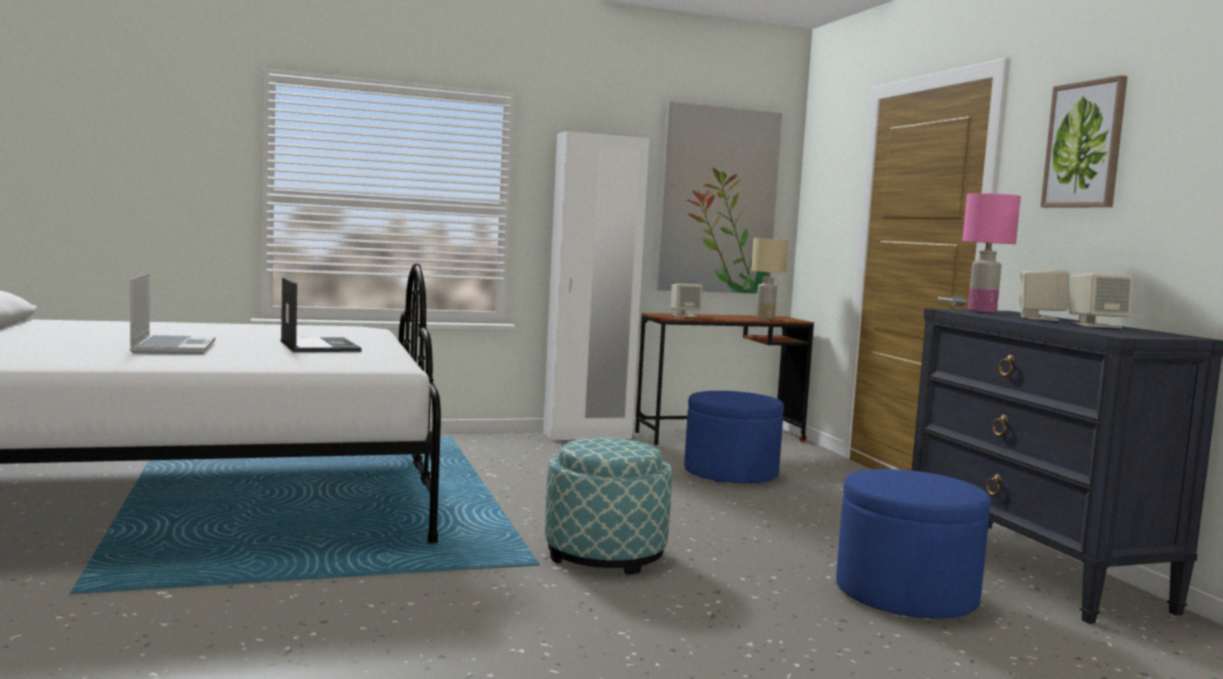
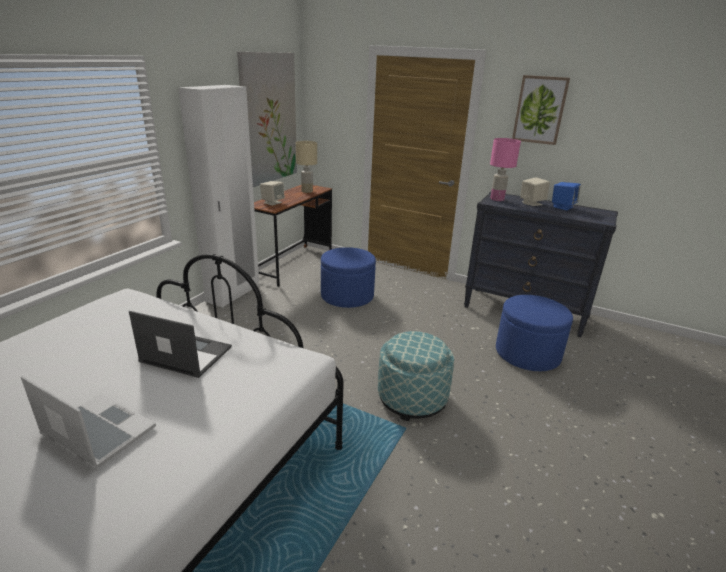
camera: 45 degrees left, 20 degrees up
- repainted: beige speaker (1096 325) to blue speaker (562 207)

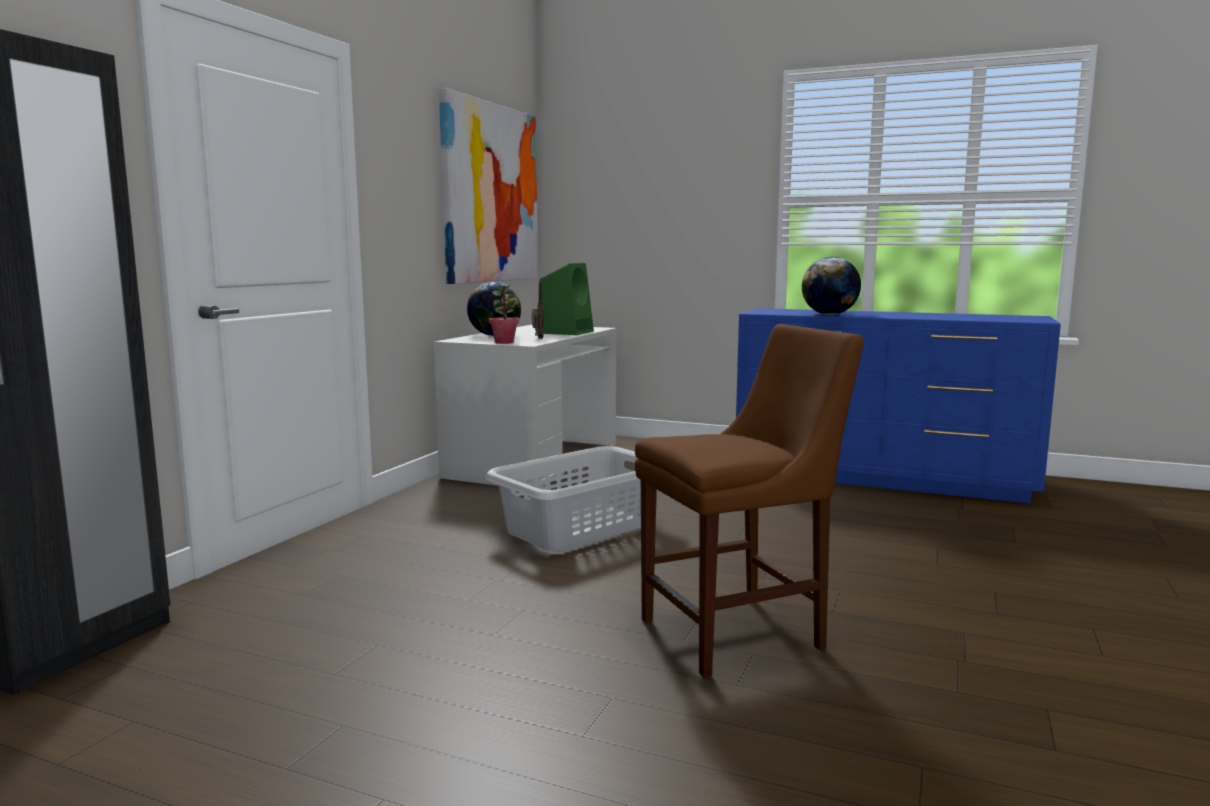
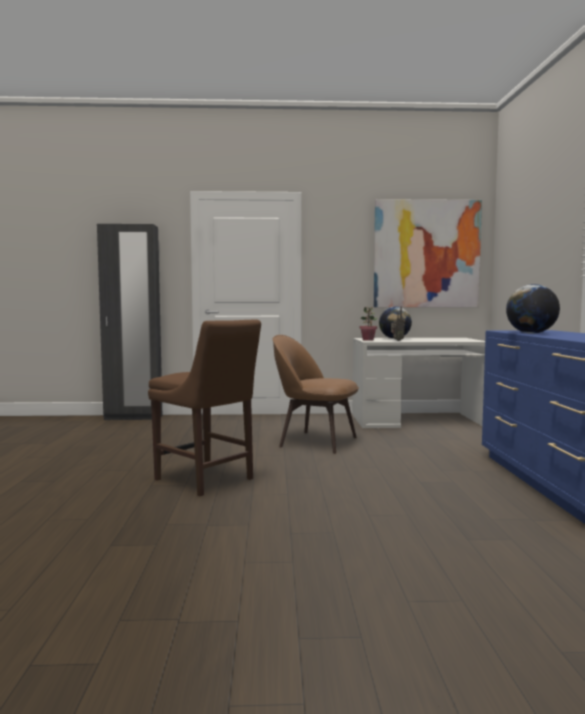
camera: 65 degrees right, 5 degrees down
- gone: green speaker (567 332)
- swapped: grey laundry basket (579 527) to brown chair (315 441)

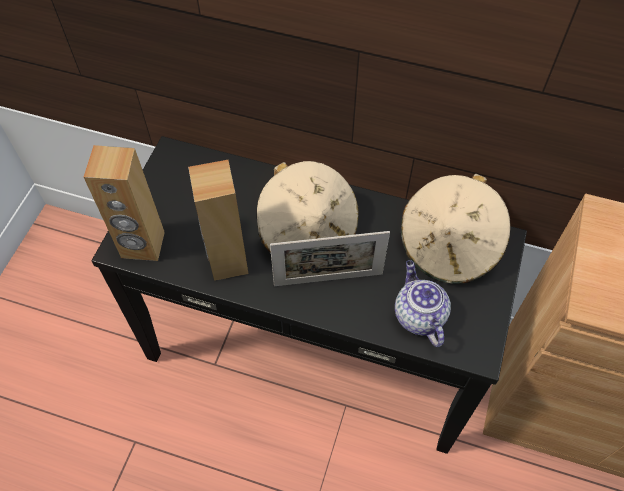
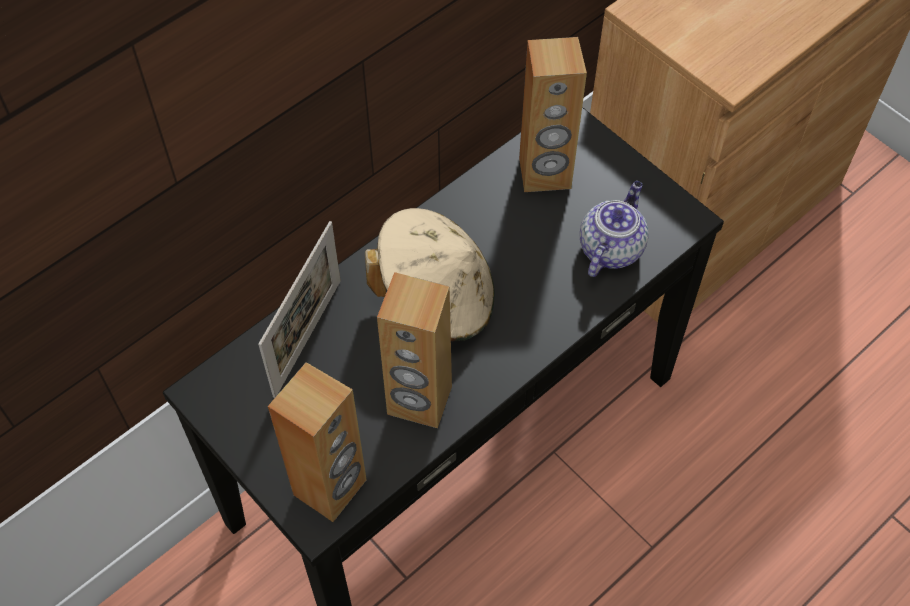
camera: 60 degrees left, 0 degrees up
- swapped: beige hat (449 246) to brown speaker (545 174)
- shifted: picture frame (328 279) to (307 337)
- rotated: teapot (418 315) = (610 247) 105 degrees clockwise

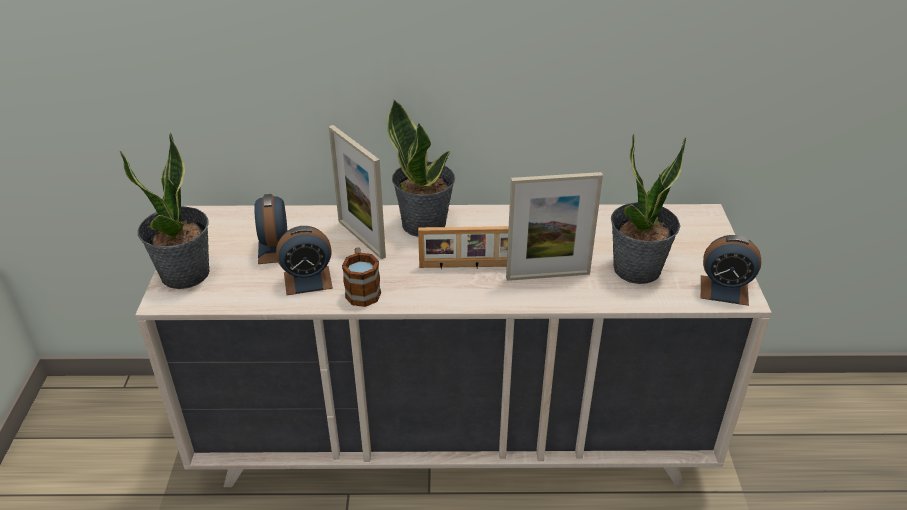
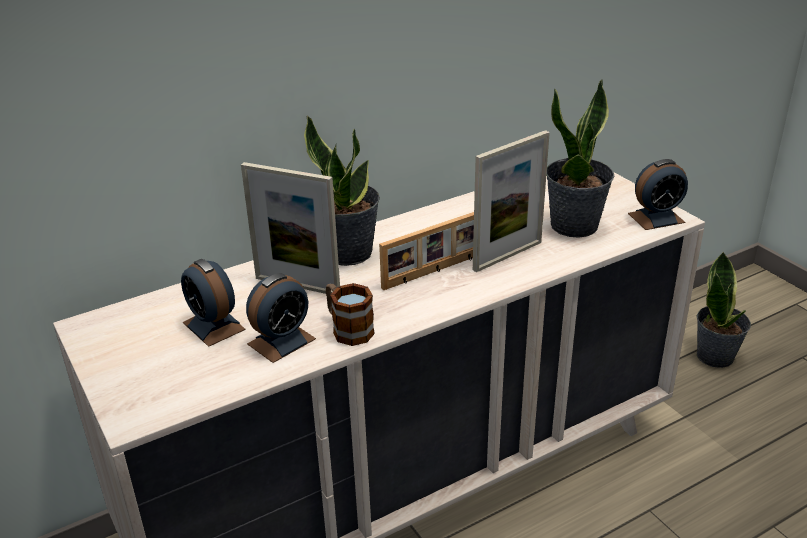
camera: 30 degrees left, 5 degrees down
- shifted: potted plant (186 274) to (715 356)

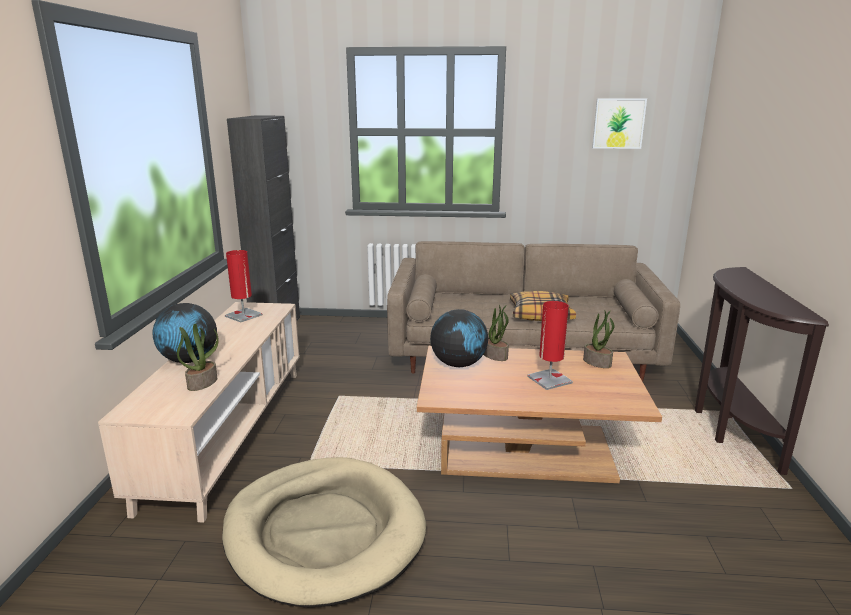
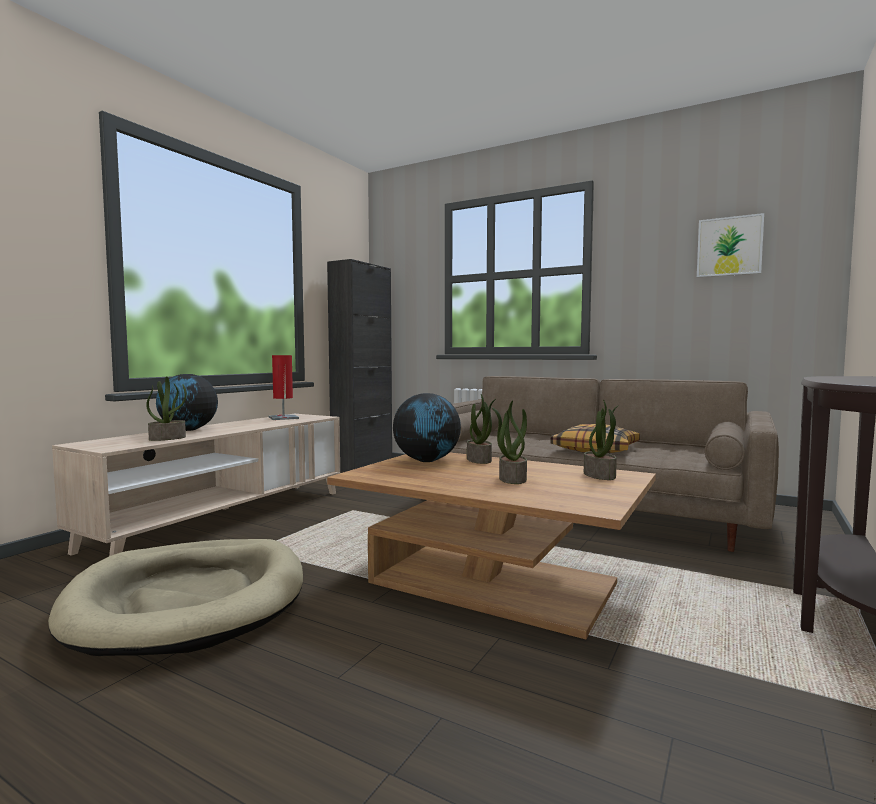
camera: 25 degrees right, 15 degrees down
- swapped: red table lamp (549 380) to potted plant (511 479)

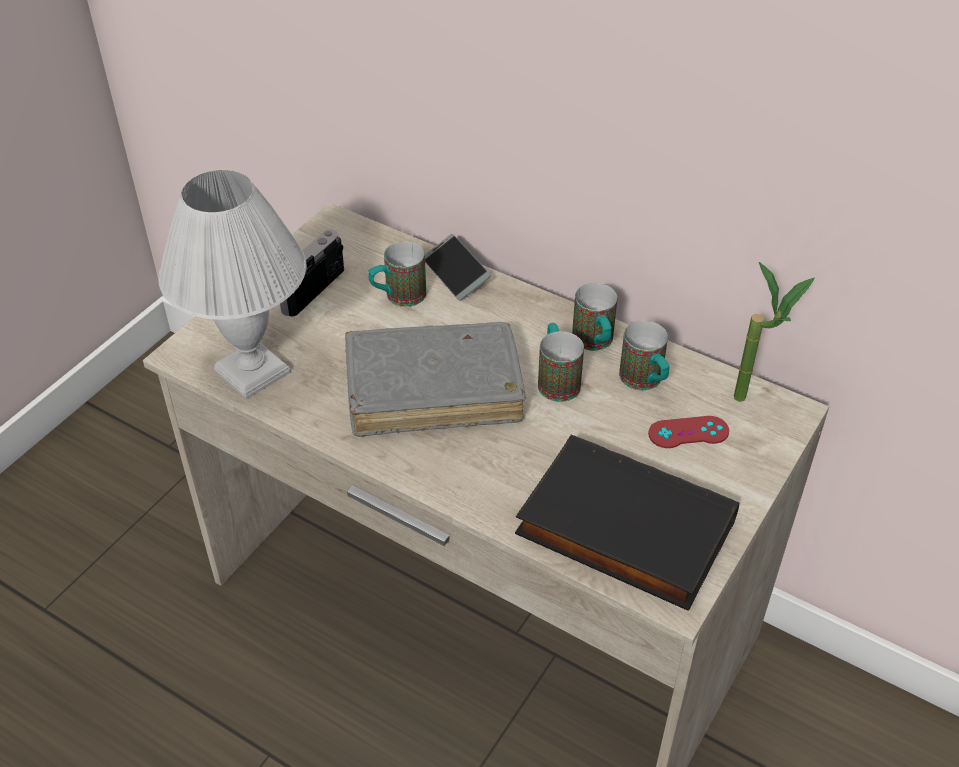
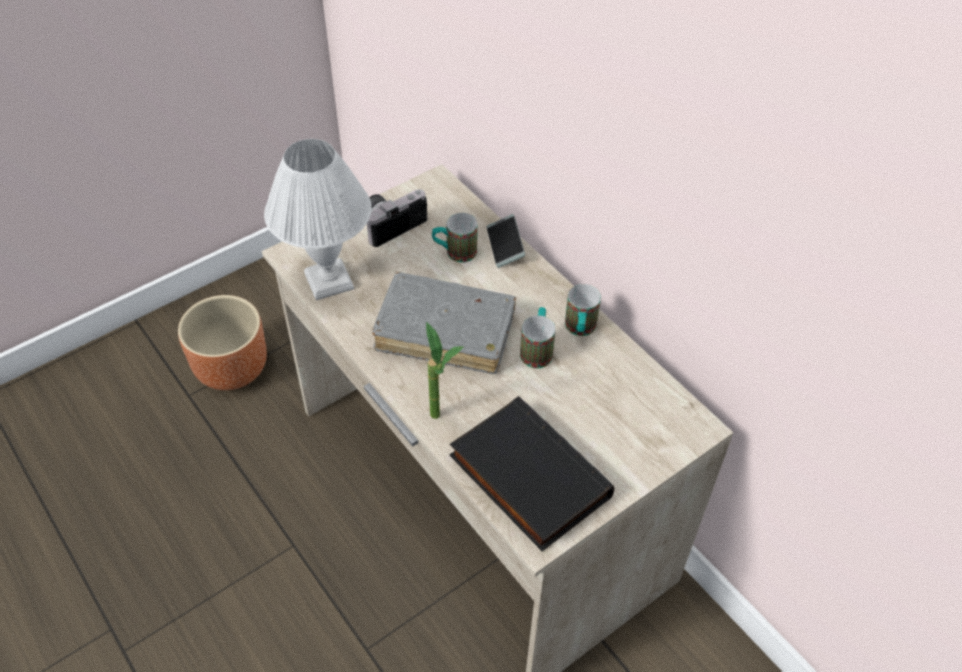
camera: 20 degrees right, 5 degrees up
- shifted: potted plant (752 400) to (442 420)
- gone: mug (645 382)
- gone: red game controller (688 432)
- new: brown planter (232 368)

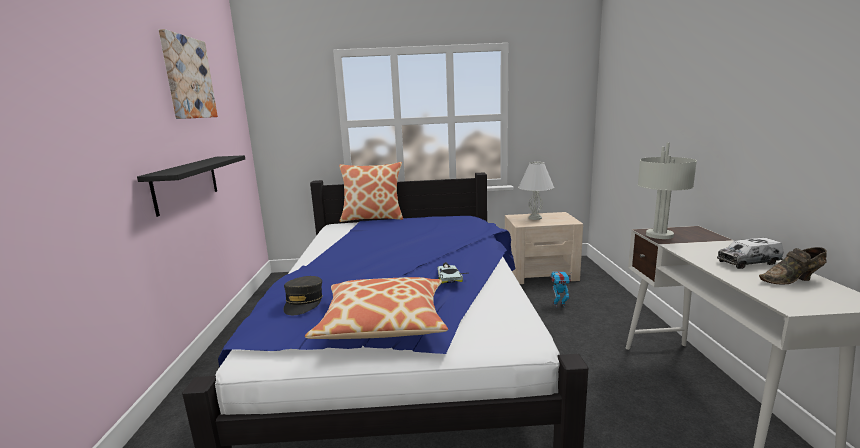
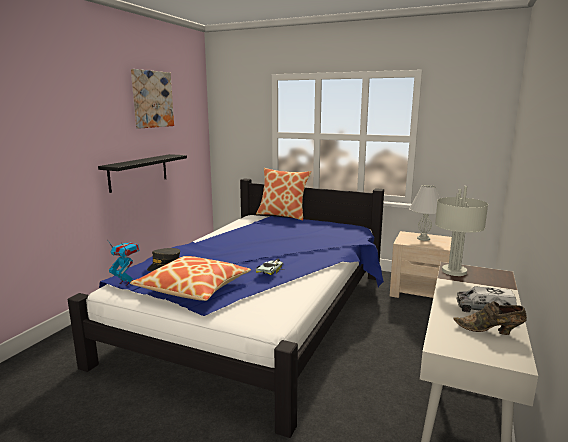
camera: 25 degrees right, 0 degrees up
- shifted: toy robot (559 305) to (127 282)

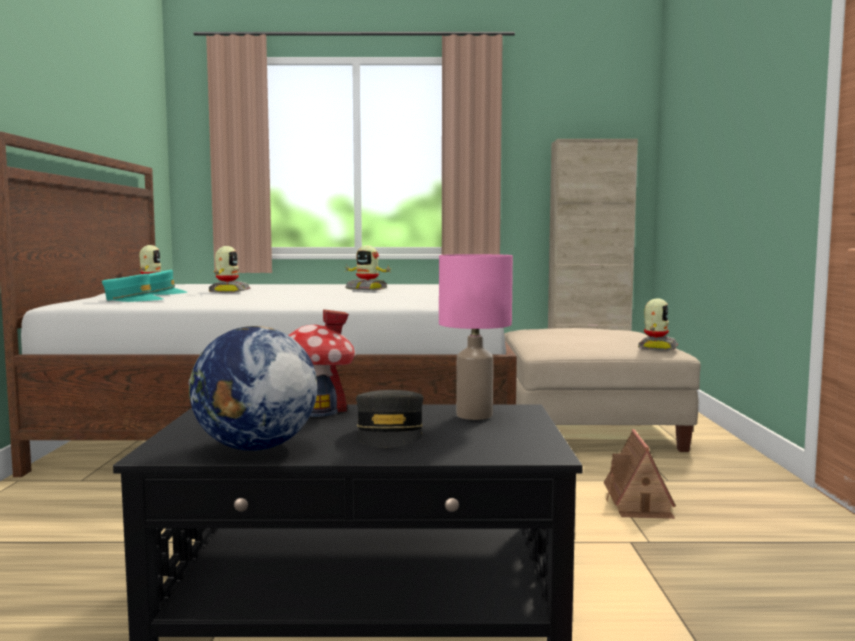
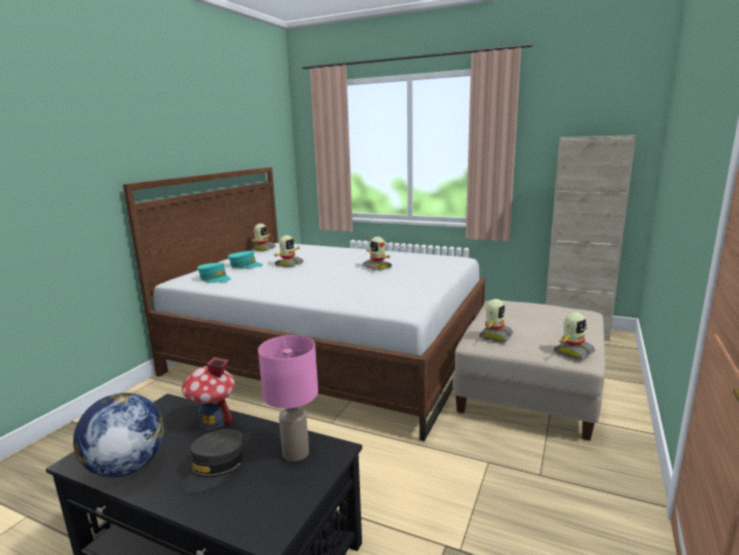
camera: 25 degrees right, 10 degrees up
- gone: toy house (639 503)
- new: toy robot (495 336)

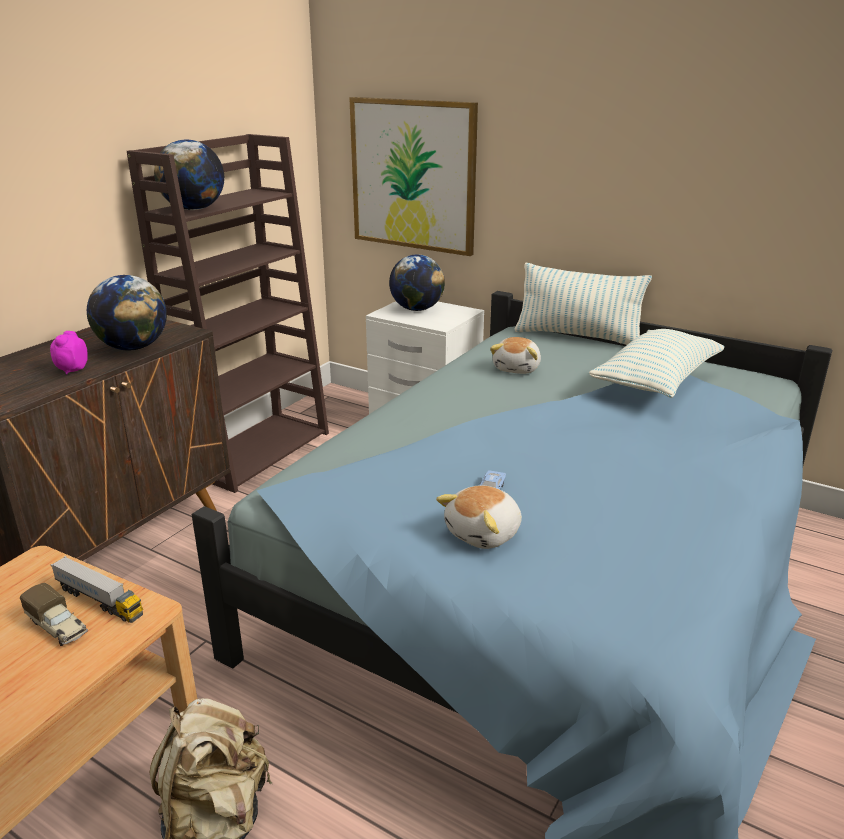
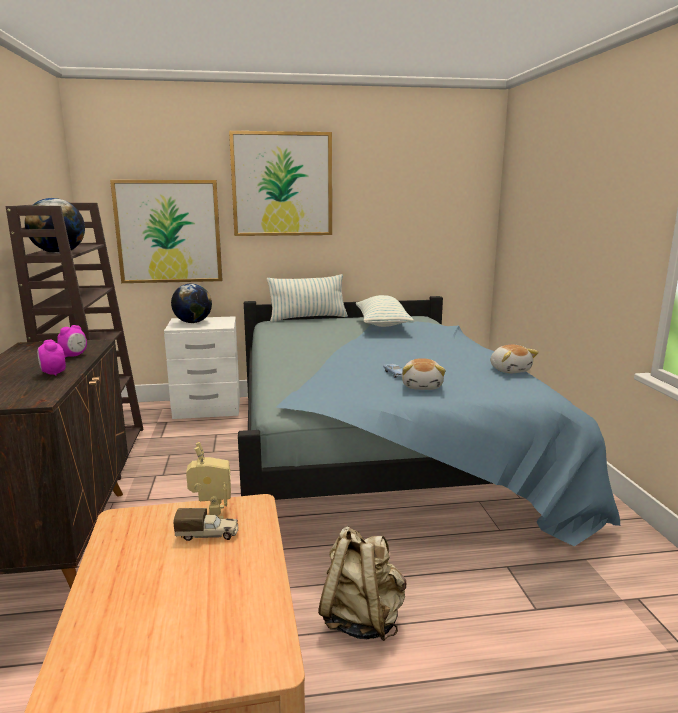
camera: 40 degrees left, 10 degrees down
- swapped: globe (133 347) to alarm clock (74 355)
- shifted: plush toy (517 368) to (510 370)
- swapped: toy truck (99 601) to toy robot (211 513)
- new: picture (282 184)

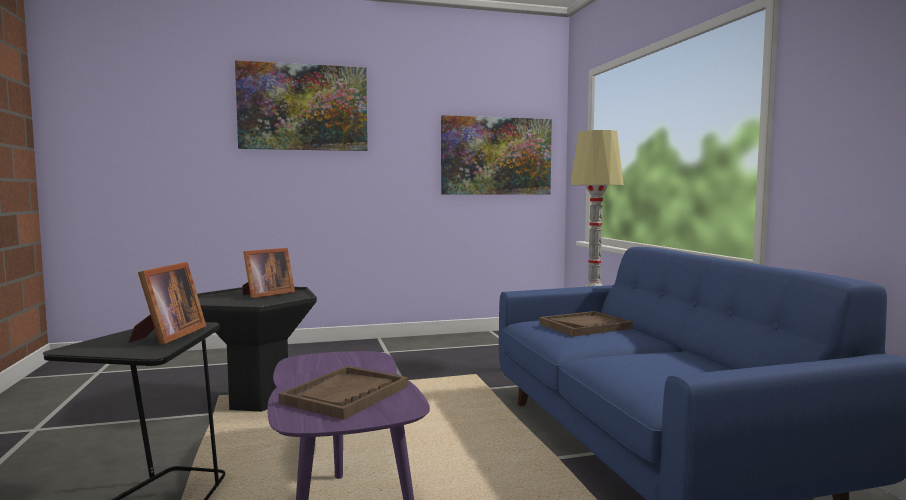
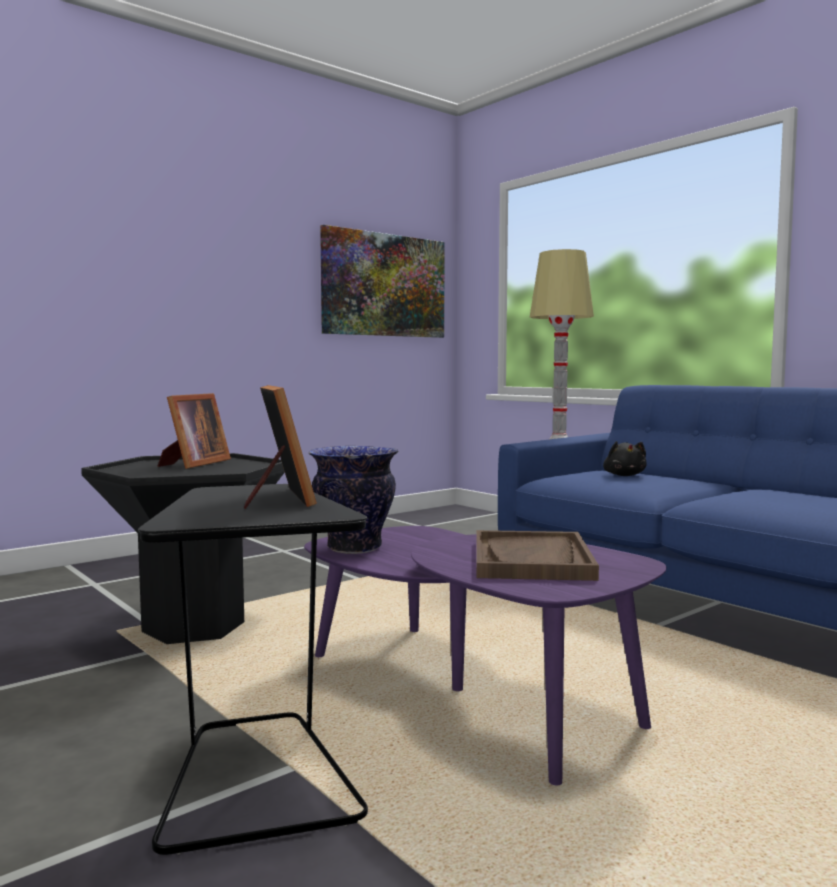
camera: 25 degrees left, 0 degrees up
- gone: picture (303 107)
- swapped: brown tray (585 326) to black plush toy (624 475)
- new: vase (353 548)

